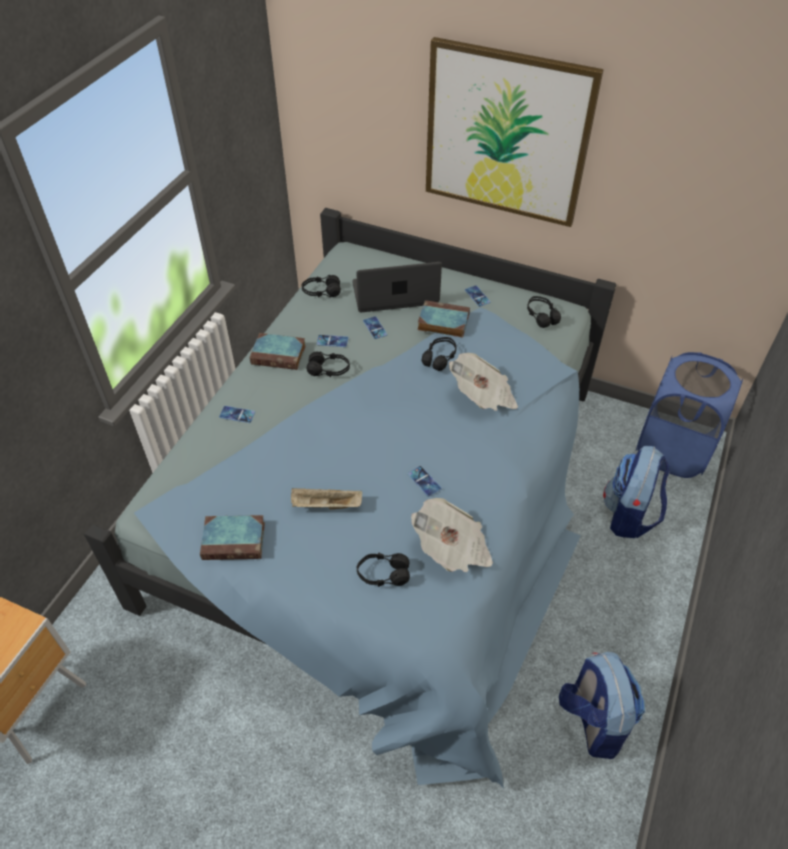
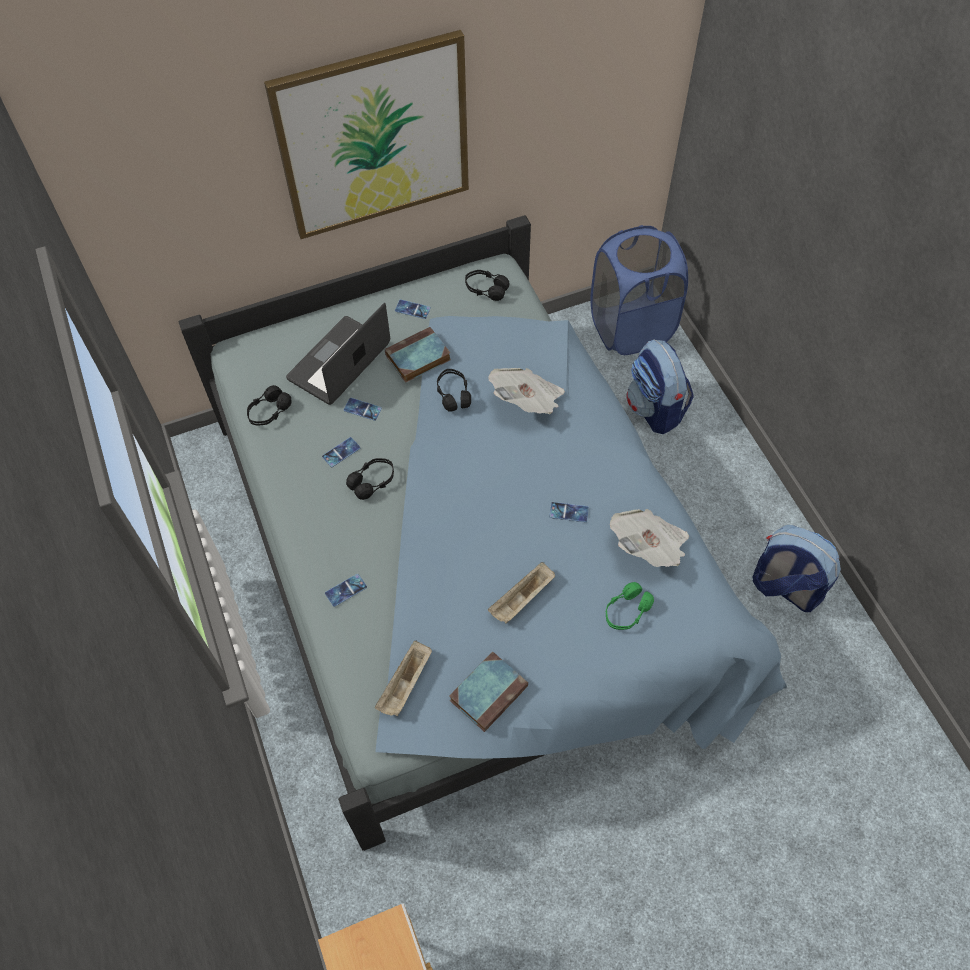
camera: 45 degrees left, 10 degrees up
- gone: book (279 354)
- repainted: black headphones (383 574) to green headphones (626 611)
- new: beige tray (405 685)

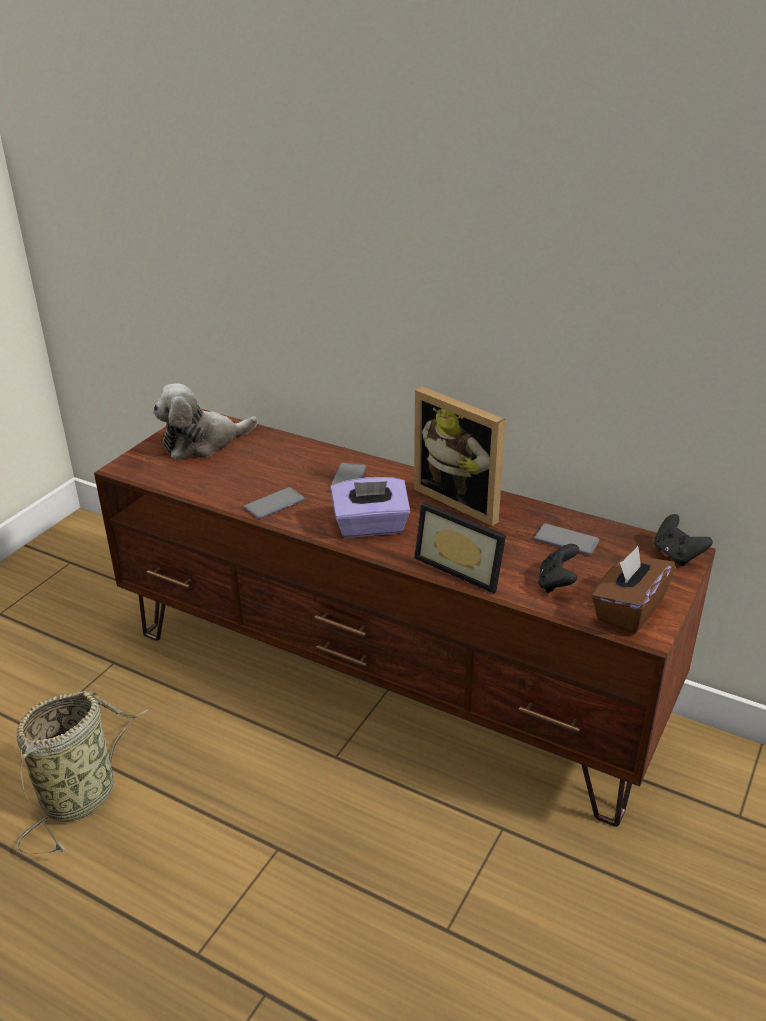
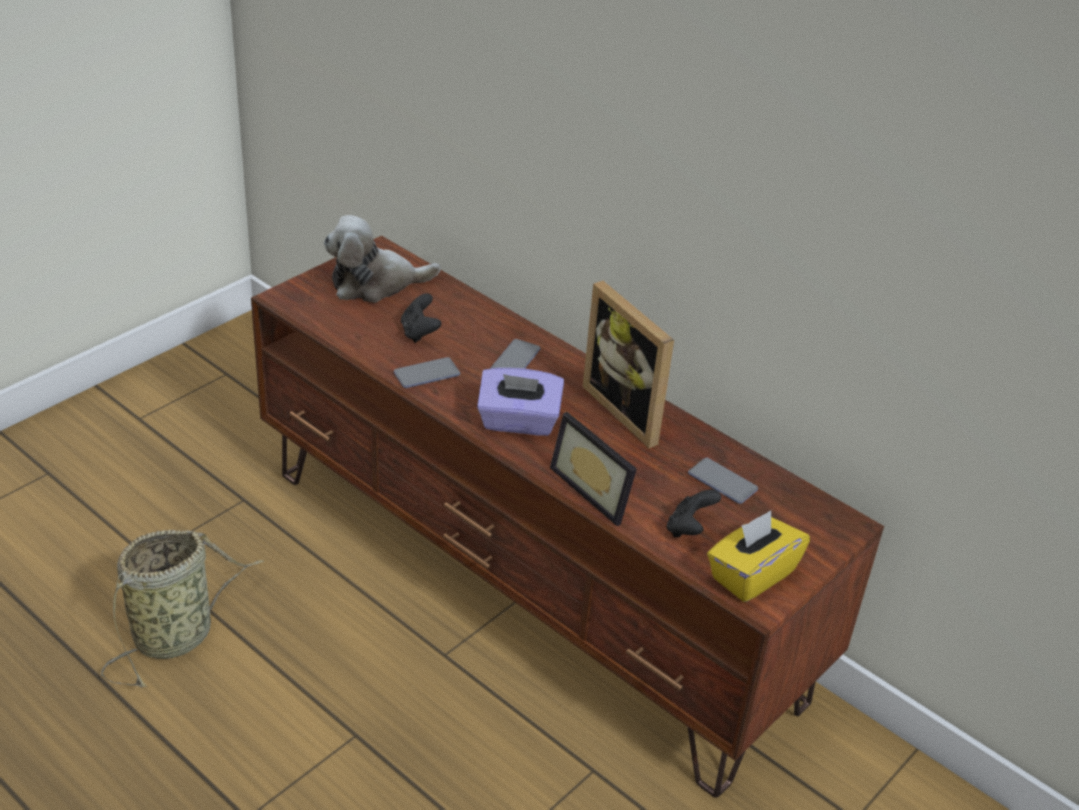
camera: 10 degrees right, 5 degrees up
- shifted: black game controller (677 555) to (419 332)
- repainted: brown tissue box (628 610) to yellow tissue box (751 575)

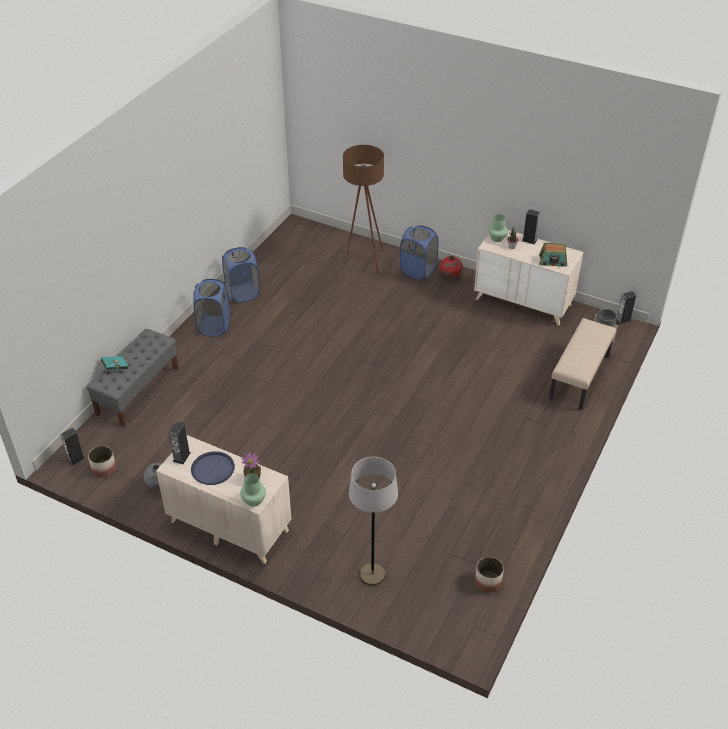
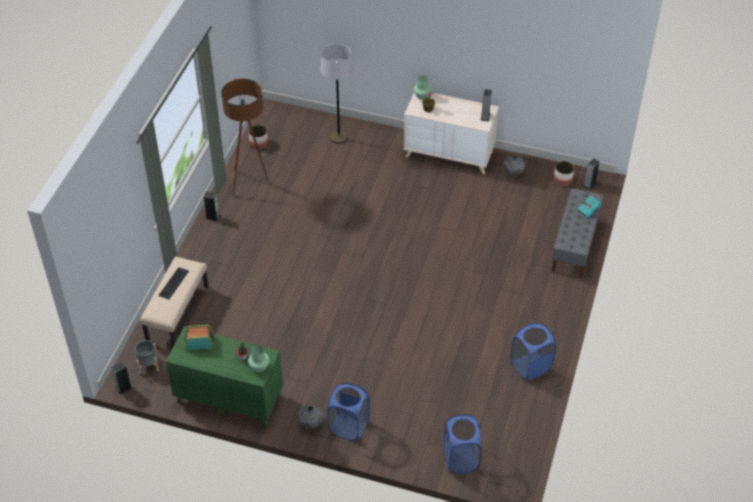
camera: 170 degrees right, 5 degrees up
- shifted: brown floor lamp (364 262) to (250 183)
- shifted: speaker (529 240) to (213 216)
- repainted: beige dresser (523 302) to green dresser (228 398)
- repainted: red vase (450 276) to grey vase (311 424)
- shifted: blue laundry basket (214 326) to (461 459)
- gone: blue tray (213 469)
- new: keyboard (174 283)

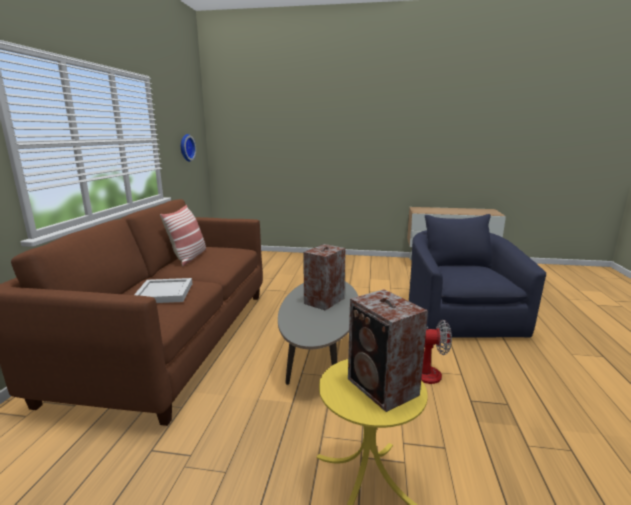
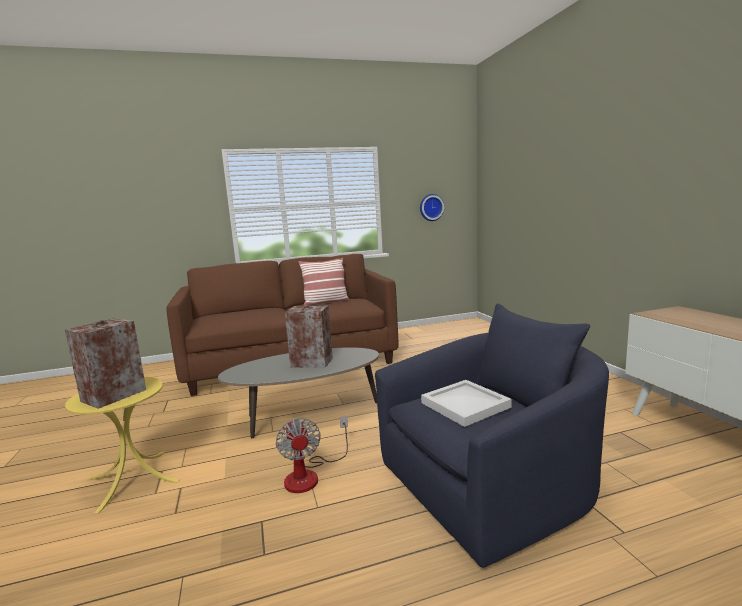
camera: 65 degrees right, 5 degrees down
- shifted: white tray (165 293) to (465 405)

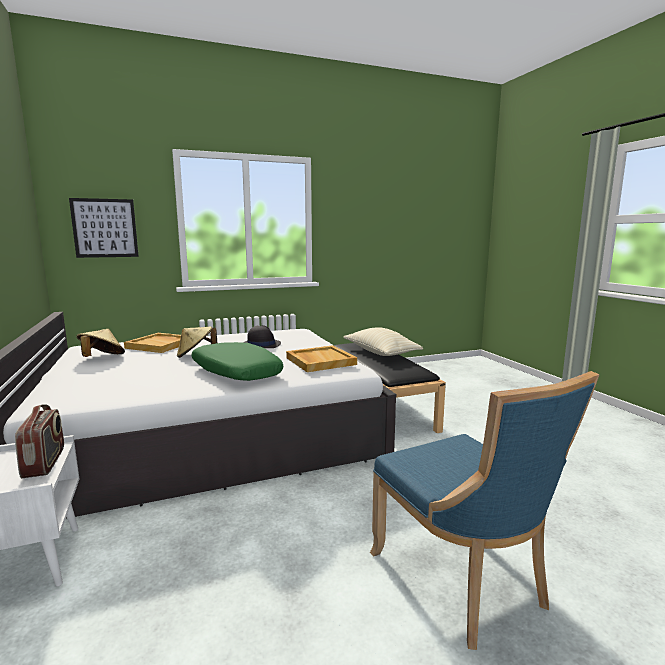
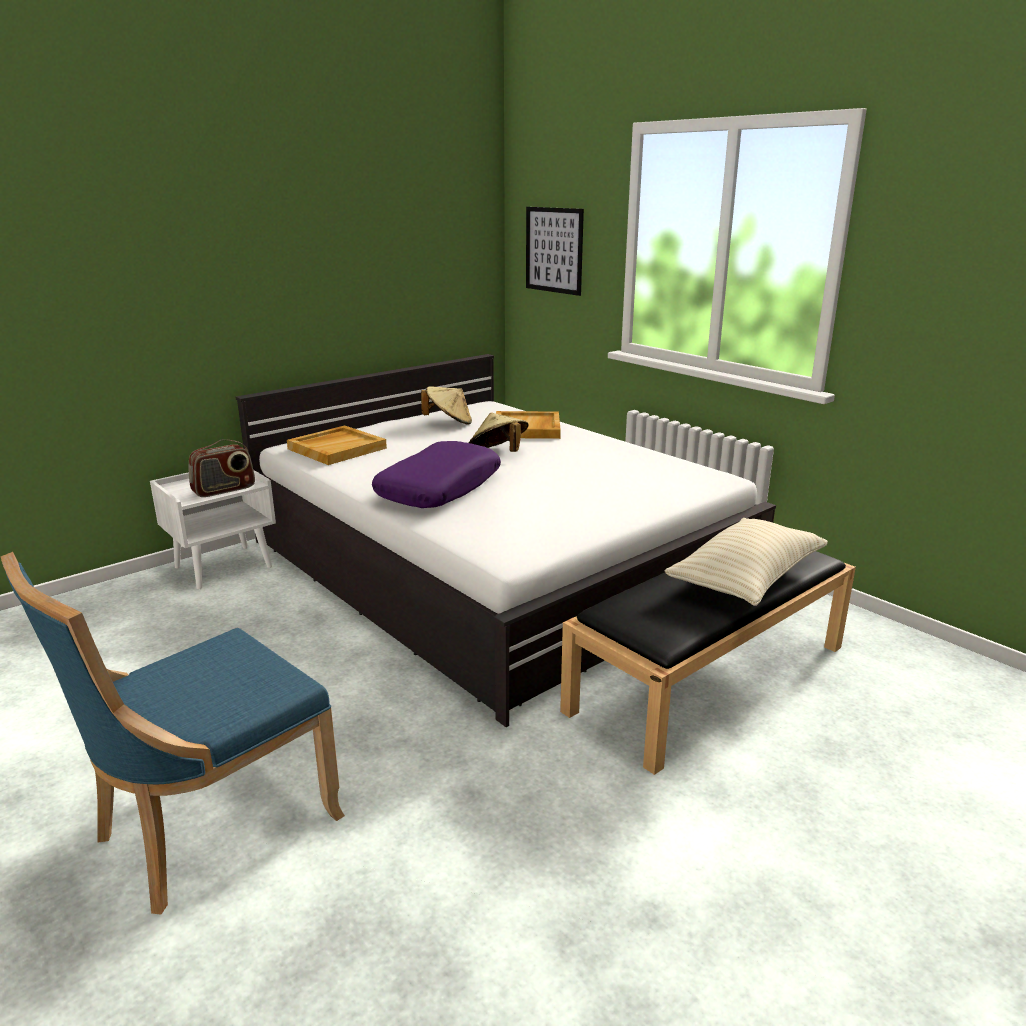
camera: 70 degrees right, 10 degrees up
- gone: black hat (261 344)
- repainted: green pillow (235 372) to purple pillow (439 488)
- shifted: beige tray (320 361) to (337 448)

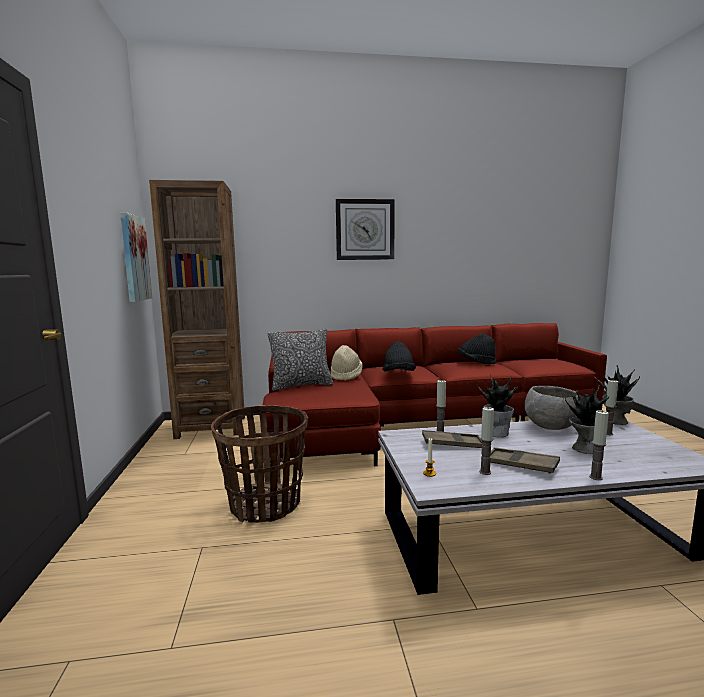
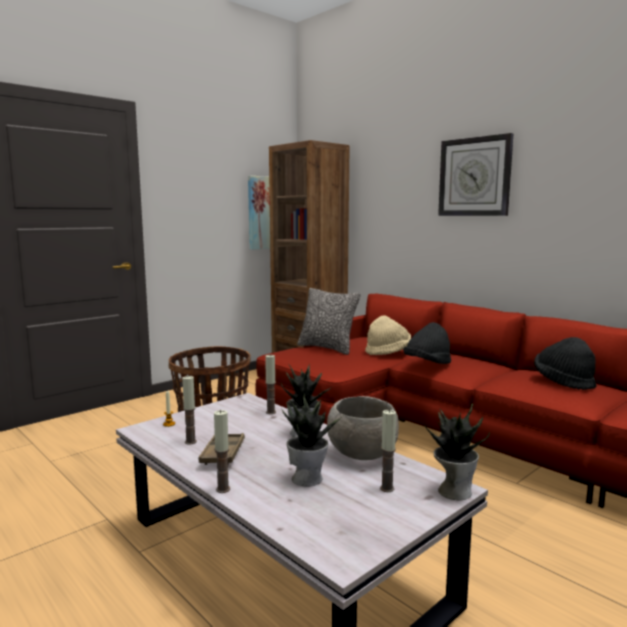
camera: 55 degrees right, 0 degrees up
- gone: brown tray (452 444)

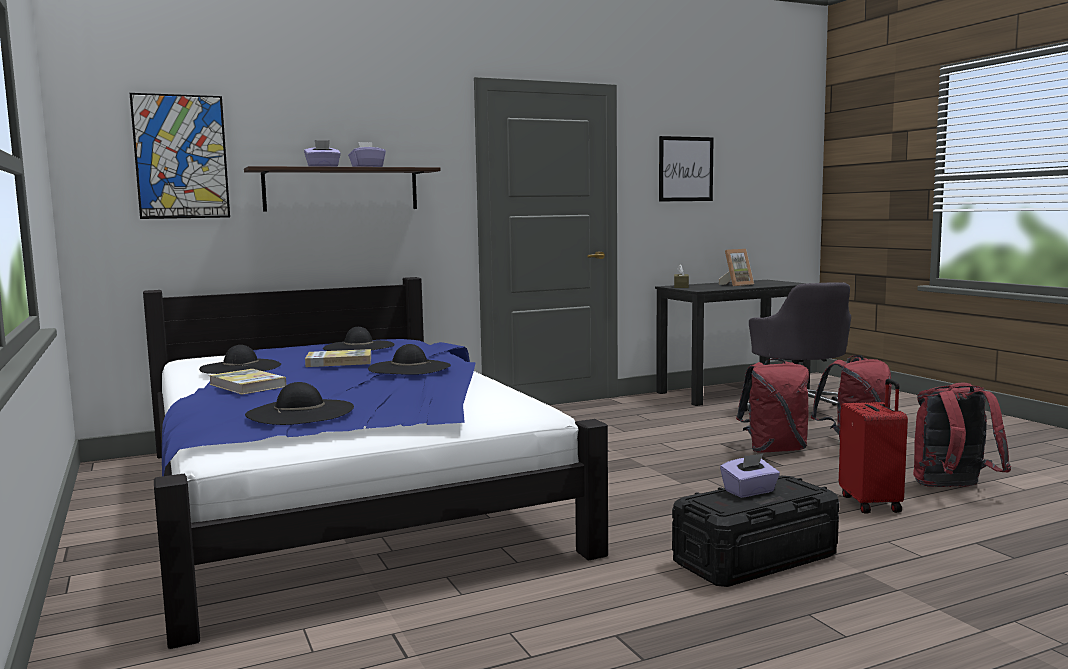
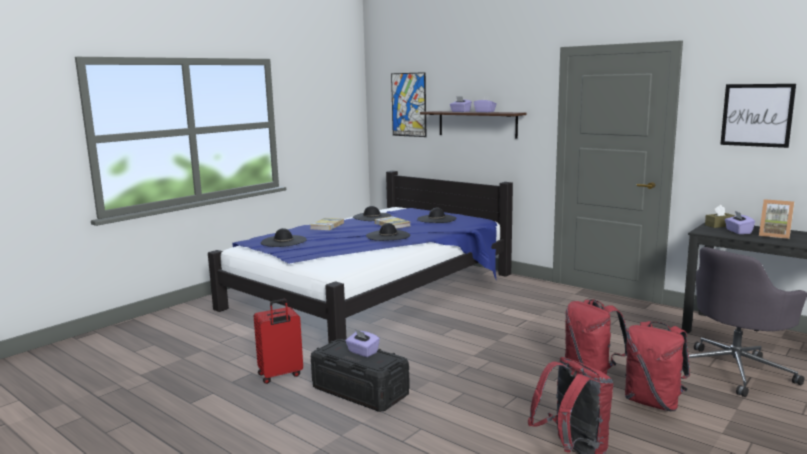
camera: 65 degrees right, 5 degrees up
- shifted: red suitcase (872 503) to (280 375)
- new: purple tissue box (738 231)

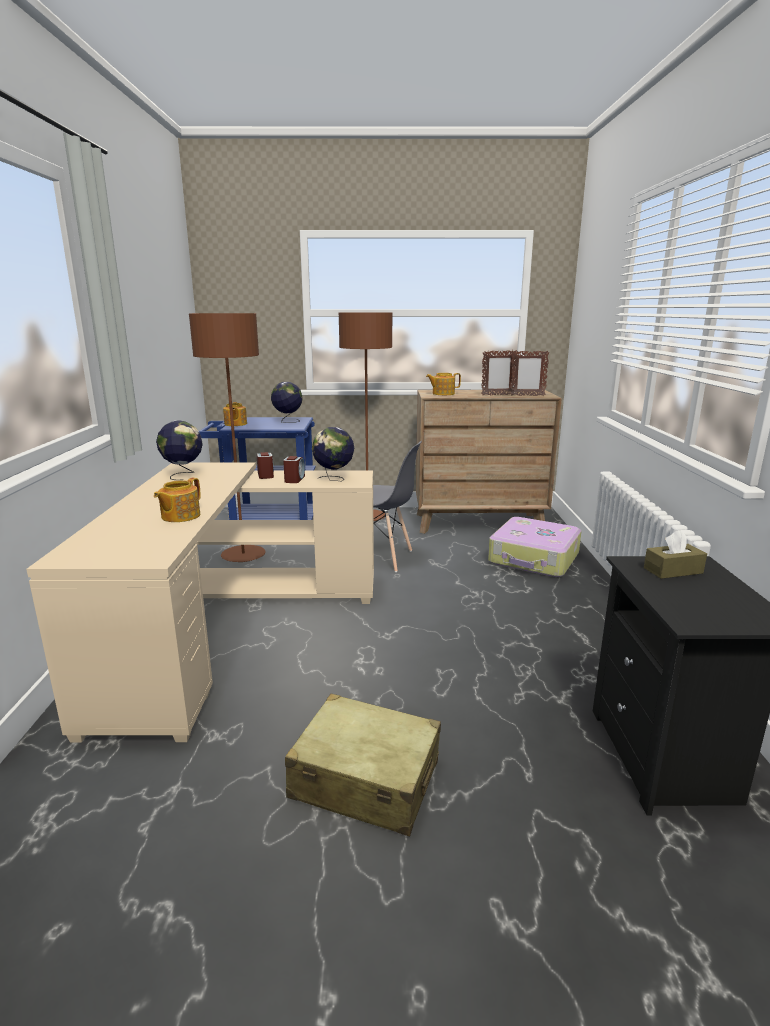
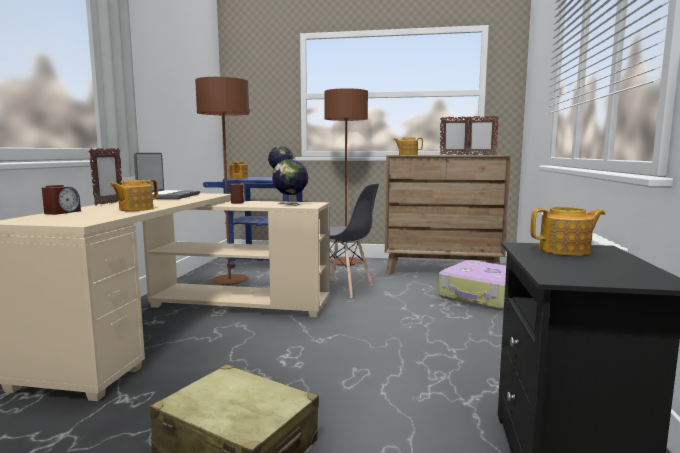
camera: 10 degrees right, 10 degrees down
- swapped: globe (183 475) to laptop (168 196)
- shifted: alarm clock (294 479) to (62 212)
- swapped: brown tissue box (673 570) to teapot (566 250)
- new: picture frame (109 203)

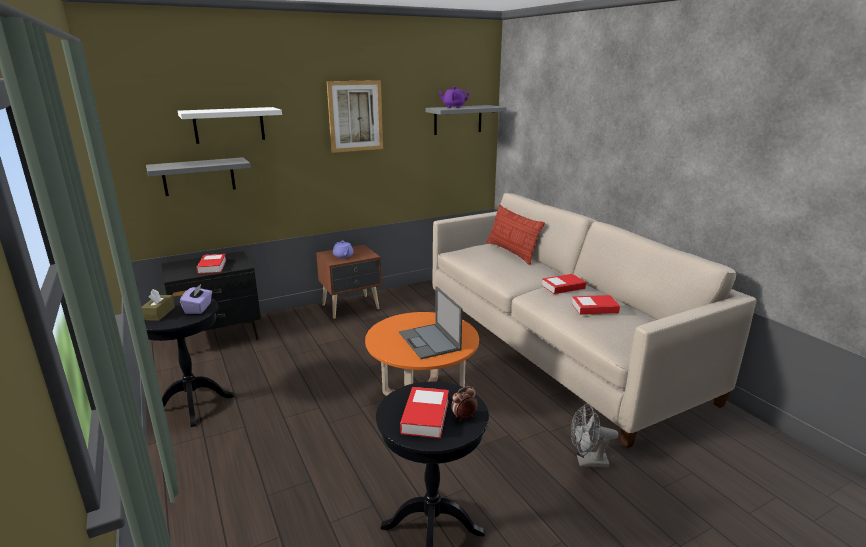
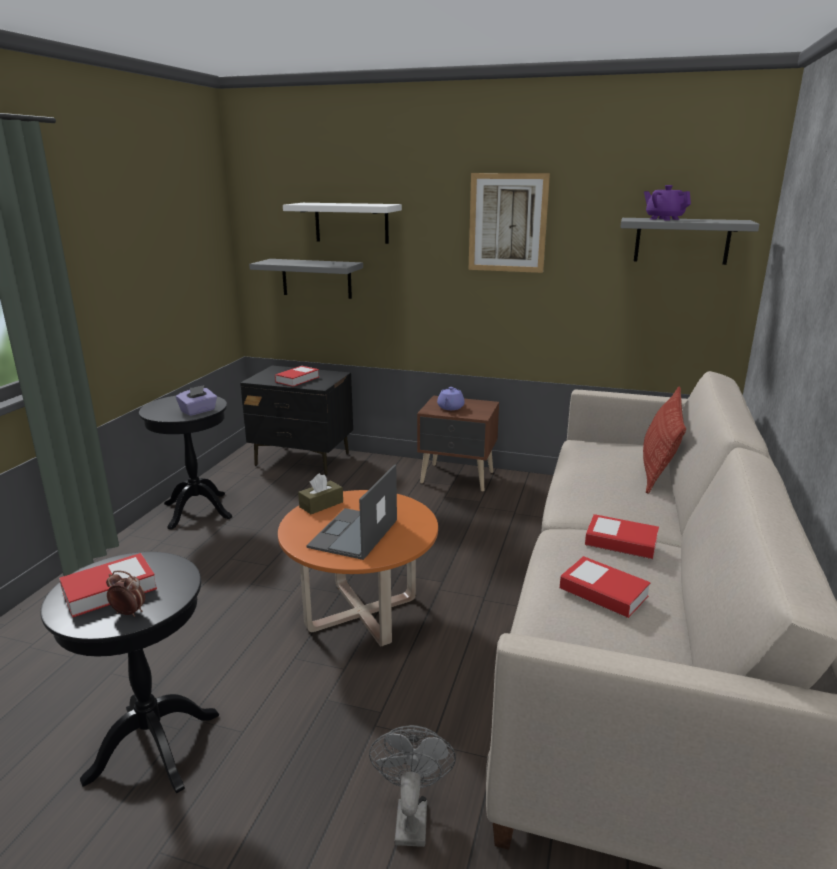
camera: 45 degrees right, 0 degrees up
- shifted: brown tissue box (159 313) to (321 504)
- rotated: grey fan (587 462) = (411 815) 45 degrees clockwise

